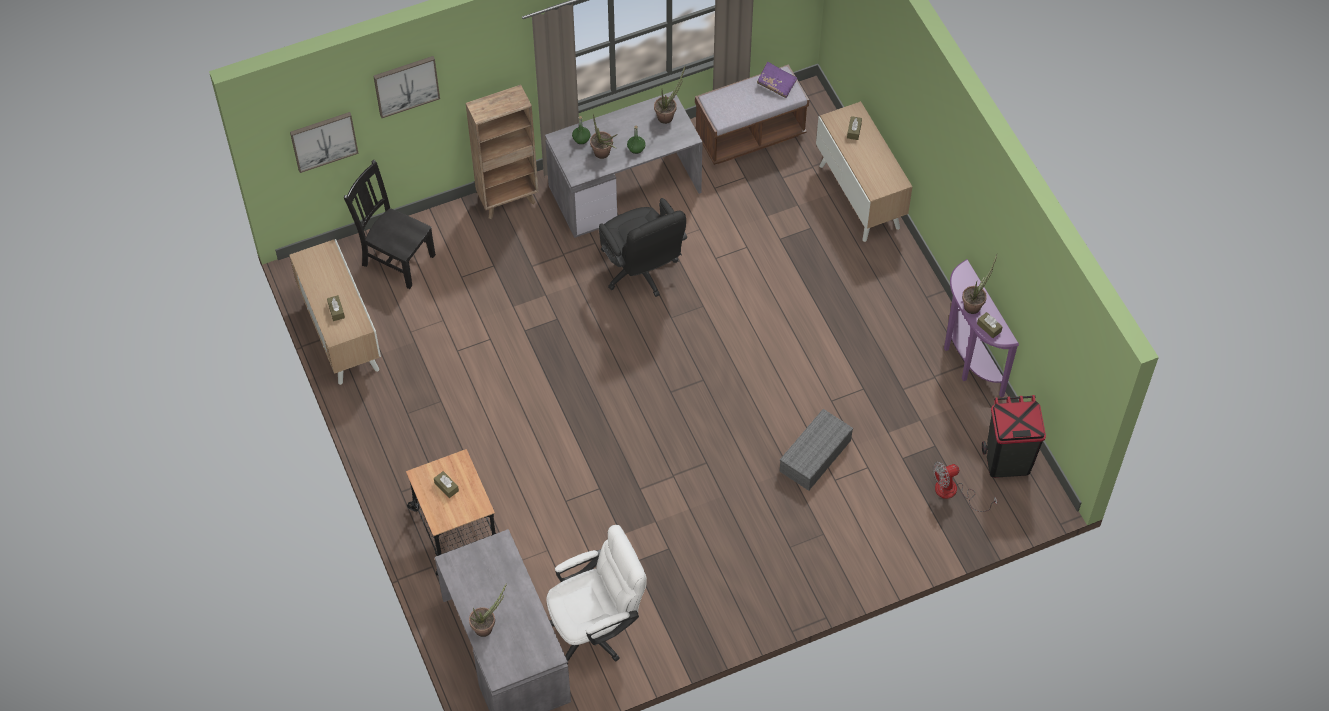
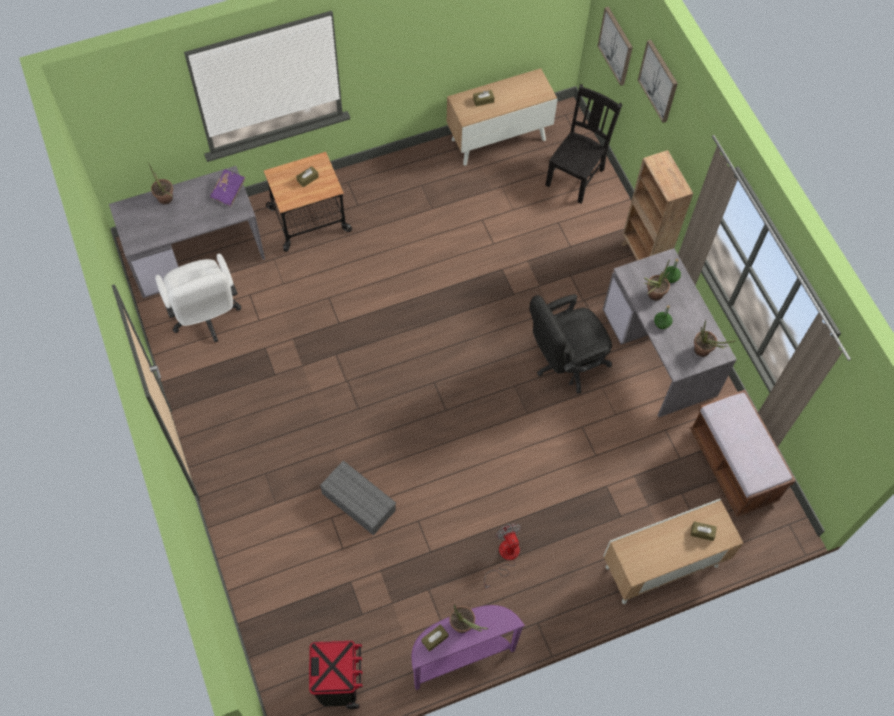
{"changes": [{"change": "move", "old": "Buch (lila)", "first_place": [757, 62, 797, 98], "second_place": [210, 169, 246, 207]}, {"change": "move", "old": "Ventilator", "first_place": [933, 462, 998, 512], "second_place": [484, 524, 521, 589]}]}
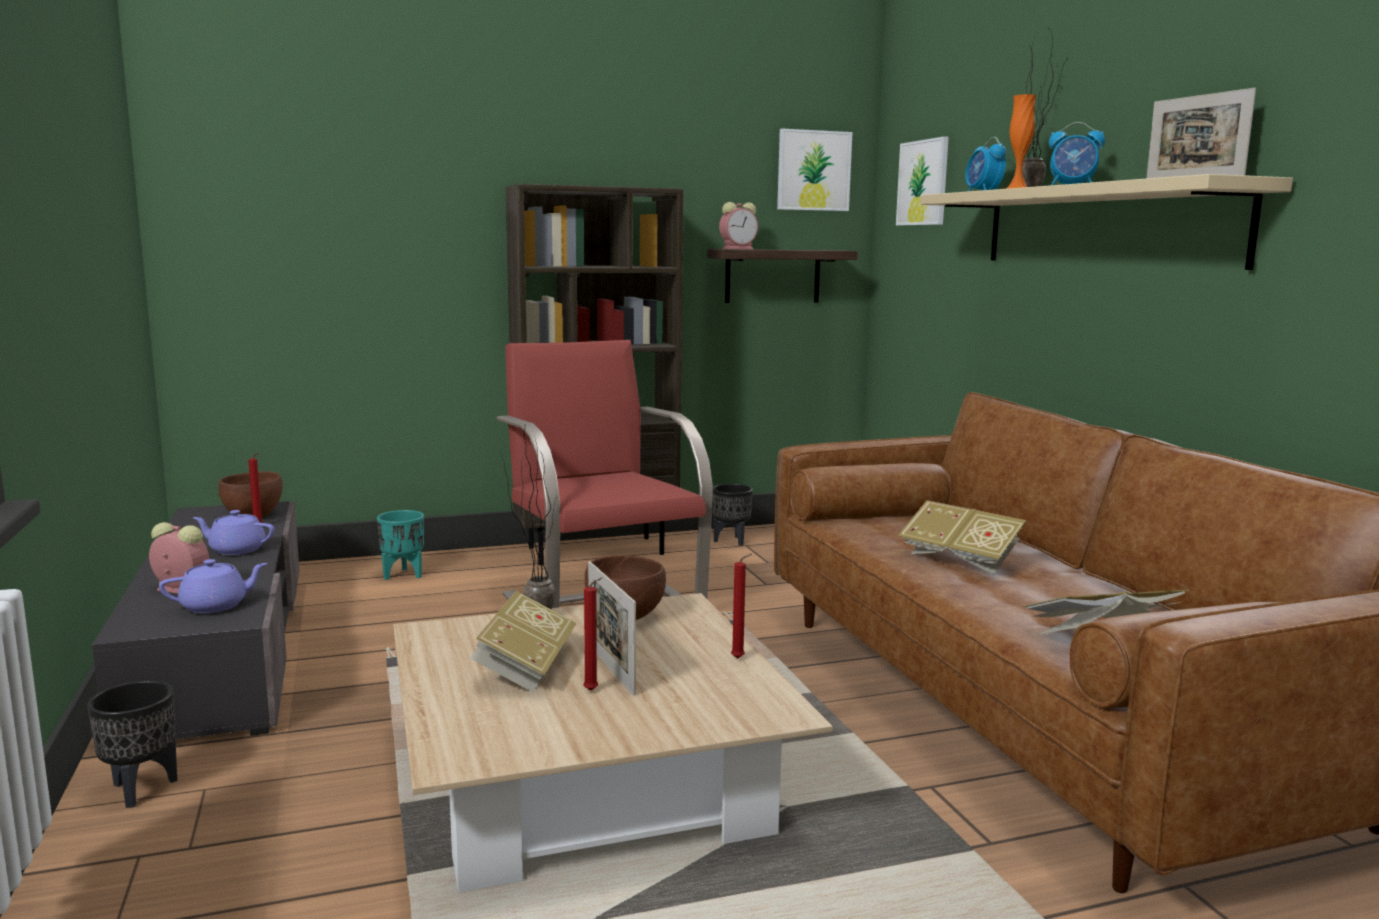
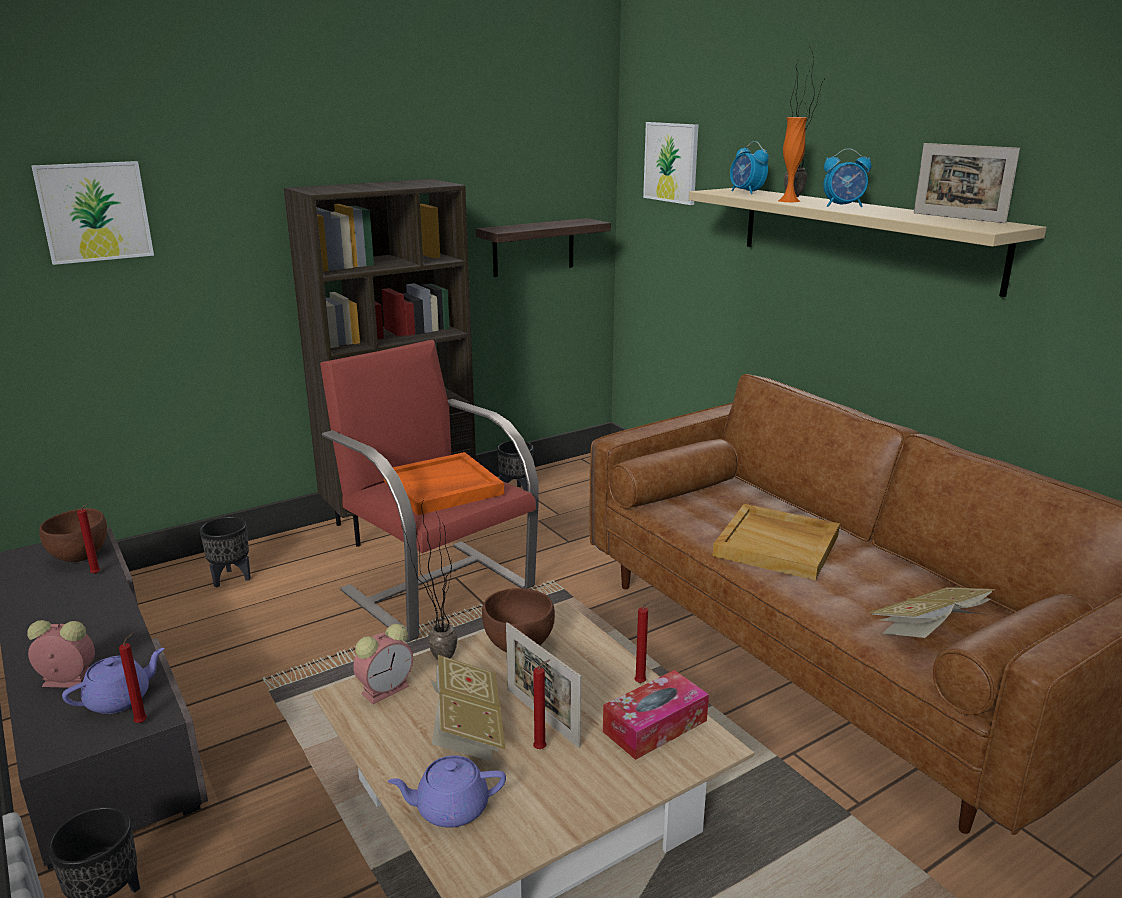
{"changes": [{"change": "move", "old": "Bild", "first_place": [777, 129, 852, 211], "second_place": [31, 161, 154, 265]}, {"change": "insert", "new": "Kerze (rot)", "second_place": [119, 632, 147, 723]}, {"change": "recolor", "old": "Pflanzkübel (türkis)", "new": "Pflanzkübel (schwarz)", "first_place": [377, 510, 424, 580], "second_place": [200, 517, 251, 587]}, {"change": "move", "old": "Wecker", "first_place": [719, 202, 758, 249], "second_place": [353, 624, 413, 704]}, {"change": "insert", "new": "Tablett (orange)", "second_place": [384, 452, 504, 515]}, {"change": "move", "old": "Teekanne (lila)", "first_place": [193, 510, 274, 555], "second_place": [388, 755, 506, 828]}, {"change": "insert", "new": "Taschentuchbox", "second_place": [603, 670, 709, 760]}, {"change": "replace", "old": "Buch", "new": "Tablett (beige)", "first_place": [898, 500, 1026, 574], "second_place": [713, 504, 840, 580]}]}
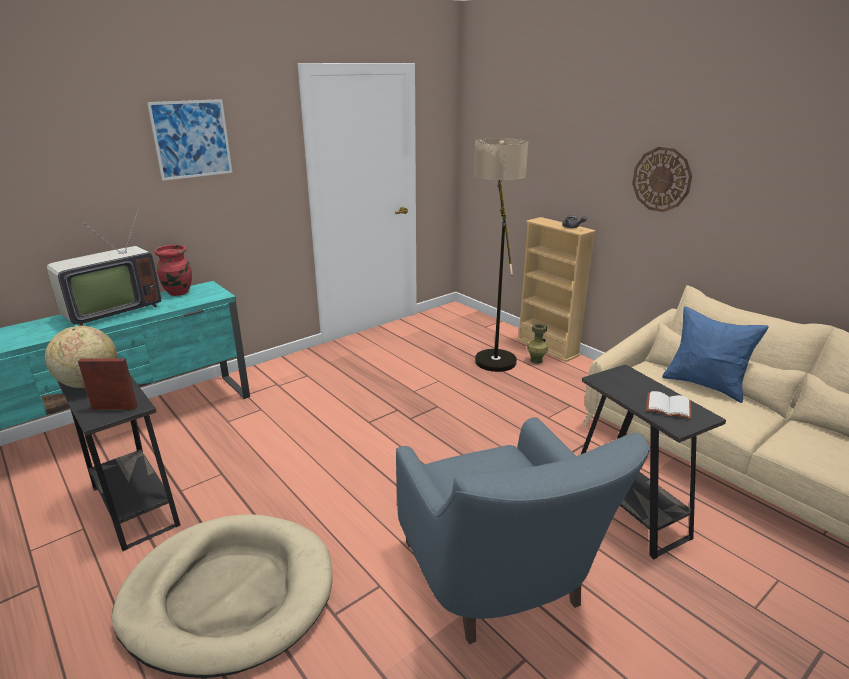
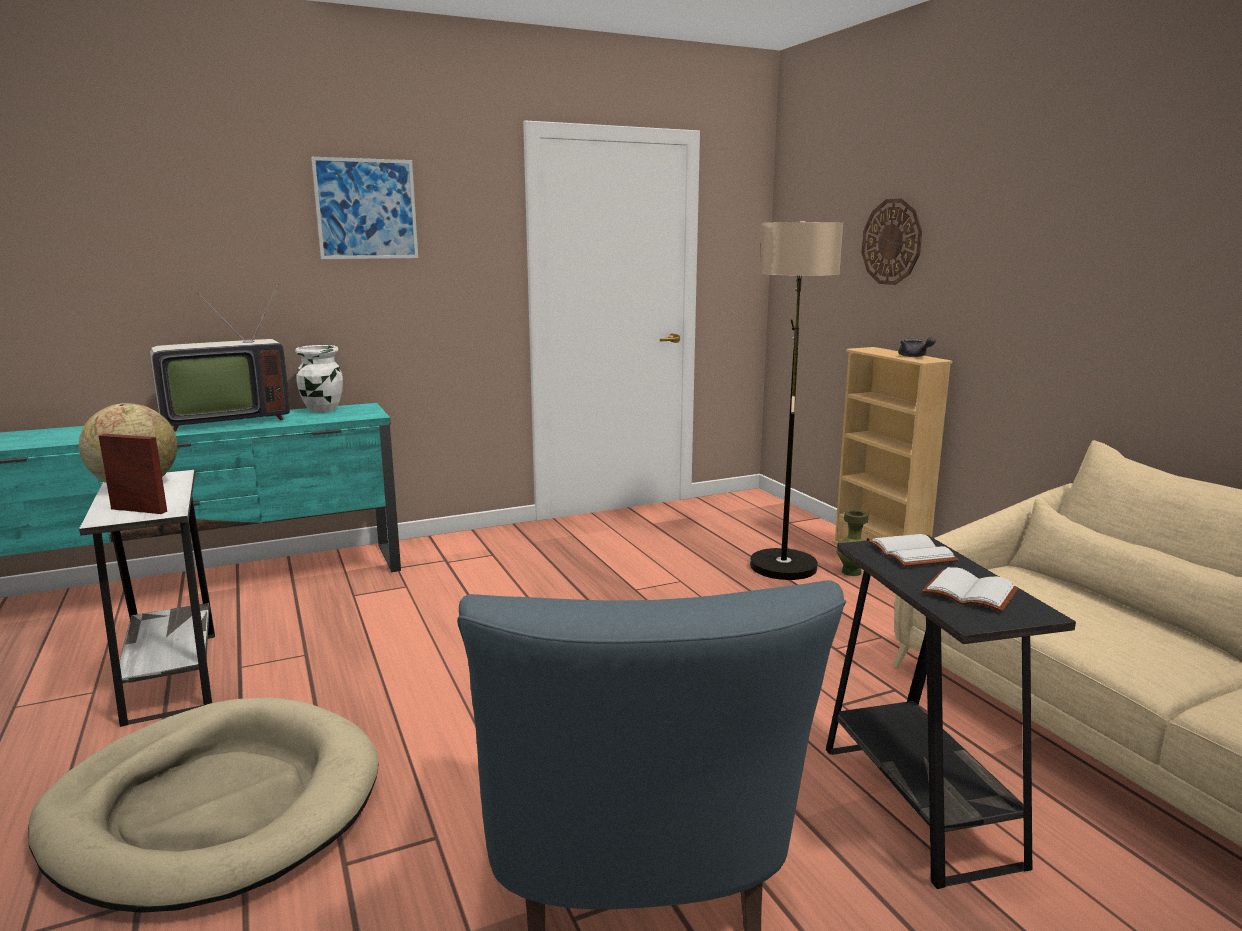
{"changes": [{"change": "recolor", "old": "Beistelltisch (schwarz)", "new": "Beistelltisch (weiß)", "first_place": [57, 375, 180, 551], "second_place": [79, 470, 215, 727]}, {"change": "recolor", "old": "Vase (rot)", "new": "Vase (weiß)", "first_place": [154, 245, 192, 296], "second_place": [295, 345, 343, 412]}, {"change": "move", "old": "Wanduhr", "first_place": [632, 147, 692, 212], "second_place": [862, 198, 922, 285]}, {"change": "insert", "new": "Buch (weiß)", "second_place": [868, 534, 958, 567]}, {"change": "delete", "old": "Kissen (blau)", "first_place": [662, 307, 769, 403]}]}
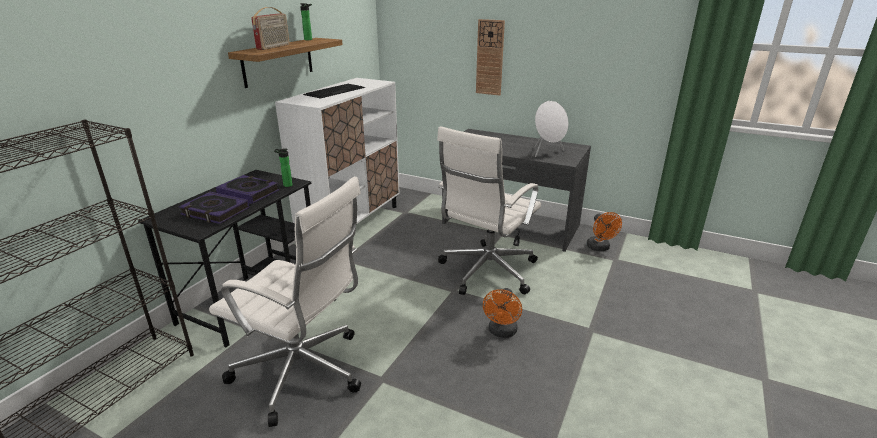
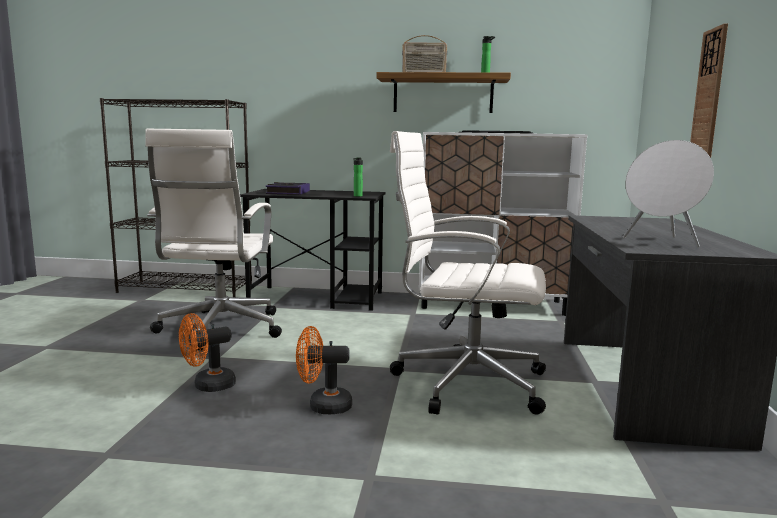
{"changes": [{"change": "move", "old": "Ventilator (orange)", "first_place": [586, 212, 622, 251], "second_place": [179, 313, 236, 392]}, {"change": "delete", "old": "Buch", "first_place": [215, 175, 279, 204]}]}
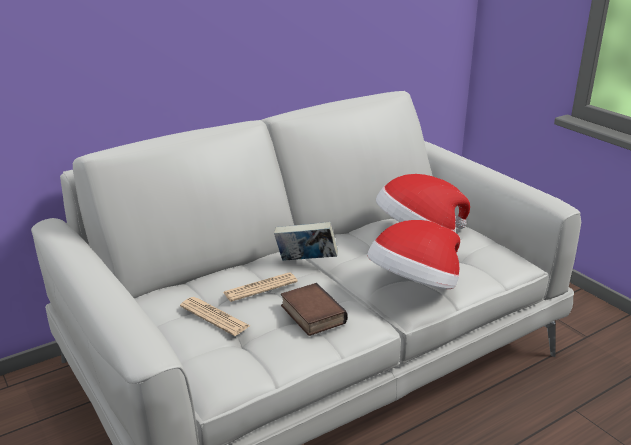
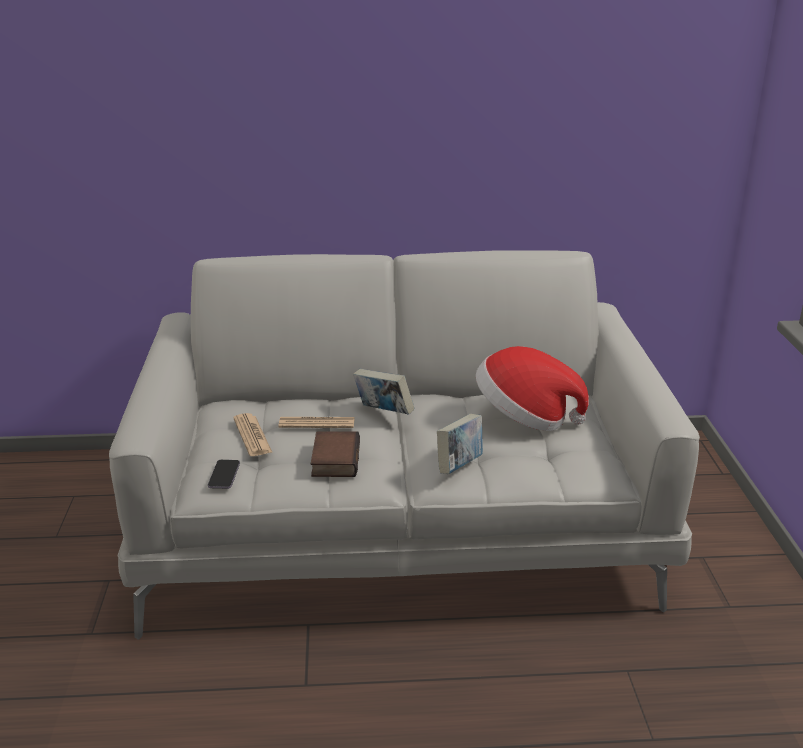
{"changes": [{"change": "insert", "new": "Handy", "second_place": [208, 460, 240, 489]}, {"change": "replace", "old": "Hut", "new": "Buch", "first_place": [367, 220, 460, 289], "second_place": [437, 414, 483, 474]}]}
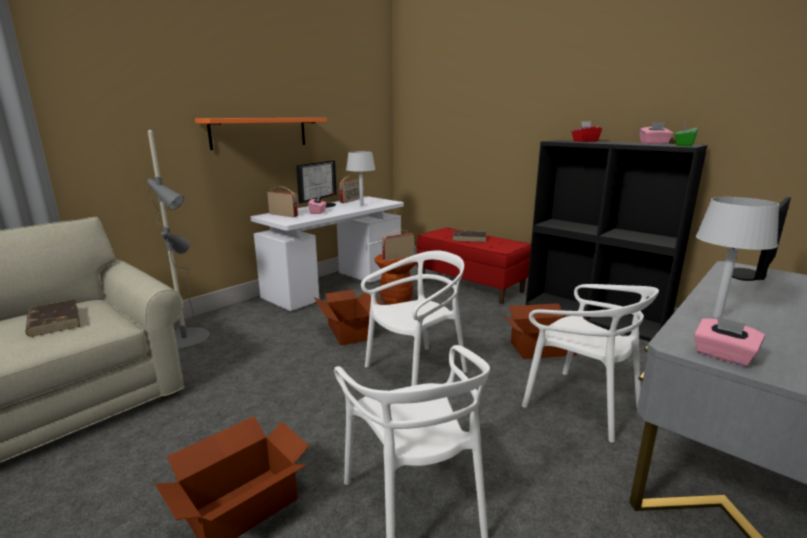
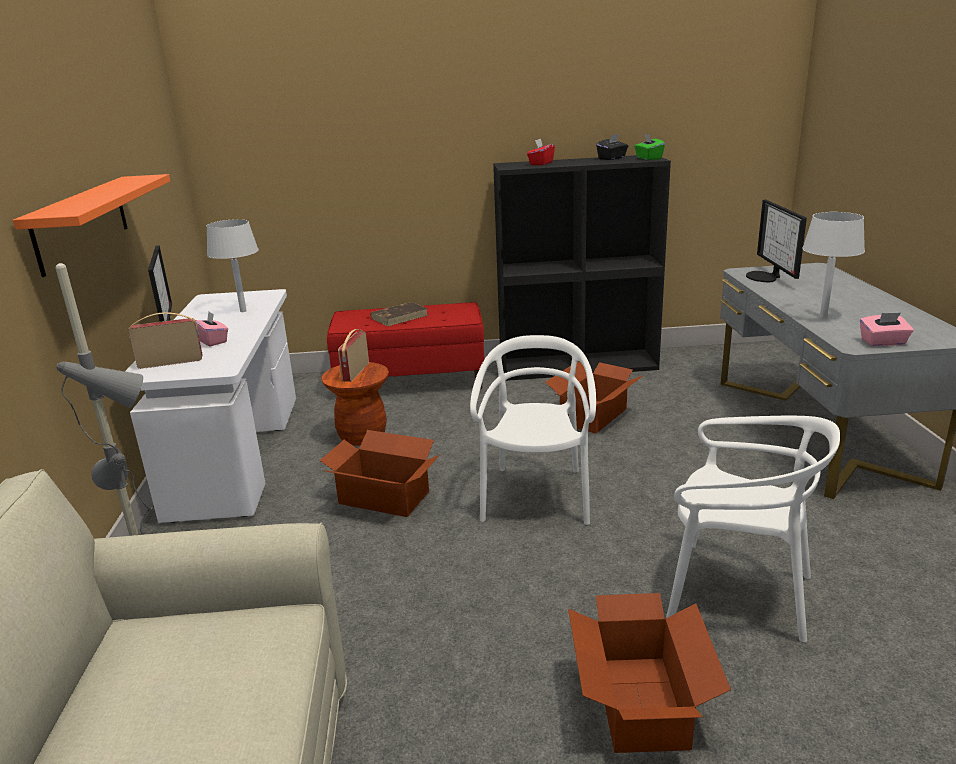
{"changes": [{"change": "recolor", "old": "Taschentuchbox (rosa)", "new": "Taschentuchbox (schwarz)", "first_place": [639, 122, 673, 144], "second_place": [596, 134, 628, 160]}, {"change": "delete", "old": "Buch (braun)", "first_place": [26, 299, 80, 337]}, {"change": "delete", "old": "Radio", "first_place": [339, 176, 360, 203]}, {"change": "delete", "old": "Stuhl (weiß)", "first_place": [522, 284, 659, 443]}]}
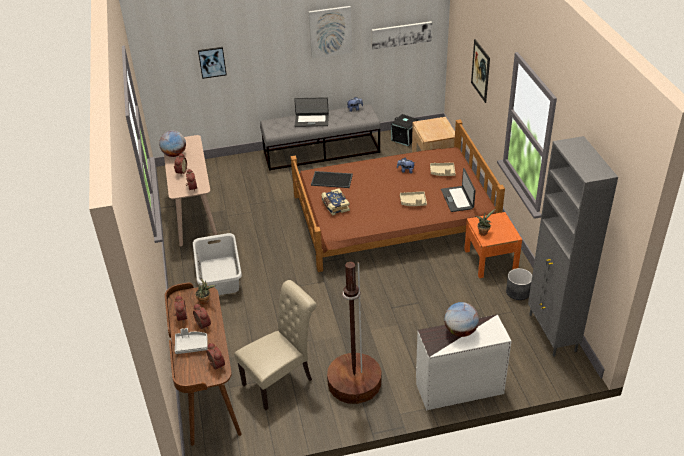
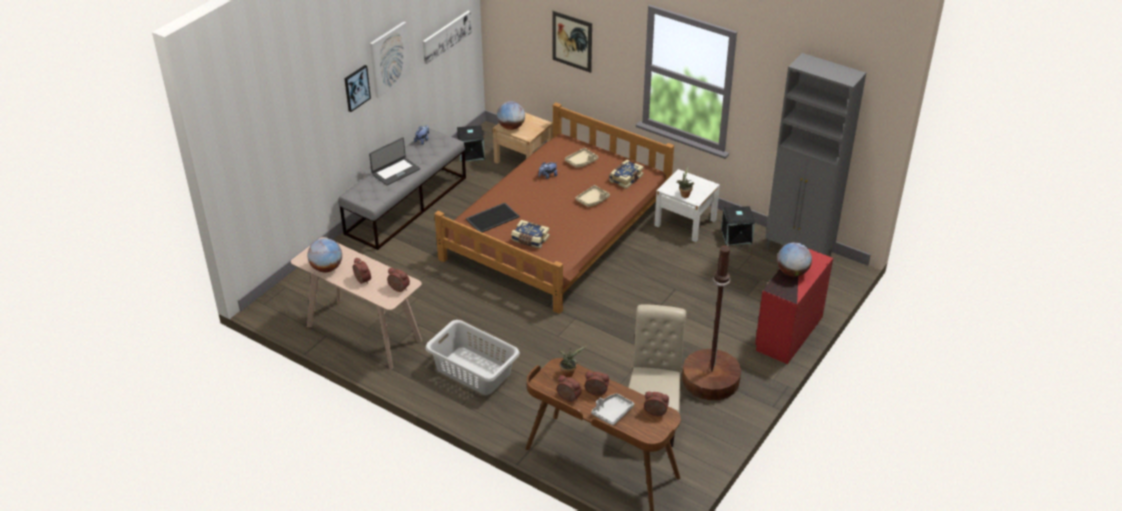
{"changes": [{"change": "move", "old": "Bild", "first_place": [198, 47, 227, 79], "second_place": [344, 65, 371, 112]}, {"change": "insert", "new": "Globus", "second_place": [497, 101, 525, 130]}, {"change": "replace", "old": "Laptop", "new": "Buch", "first_place": [441, 168, 476, 212], "second_place": [609, 160, 644, 189]}, {"change": "recolor", "old": "Nachttisch (orange)", "new": "Nachttisch (weiß)", "first_place": [464, 212, 522, 278], "second_place": [654, 169, 720, 242]}, {"change": "replace", "old": "Pflanzkübel (grau)", "new": "Aufbewahrungsbox (schwarz)", "first_place": [506, 268, 532, 300], "second_place": [721, 205, 755, 245]}, {"change": "recolor", "old": "Kommode (weiß)", "new": "Kommode (rot)", "first_place": [416, 314, 512, 410], "second_place": [755, 249, 833, 364]}]}
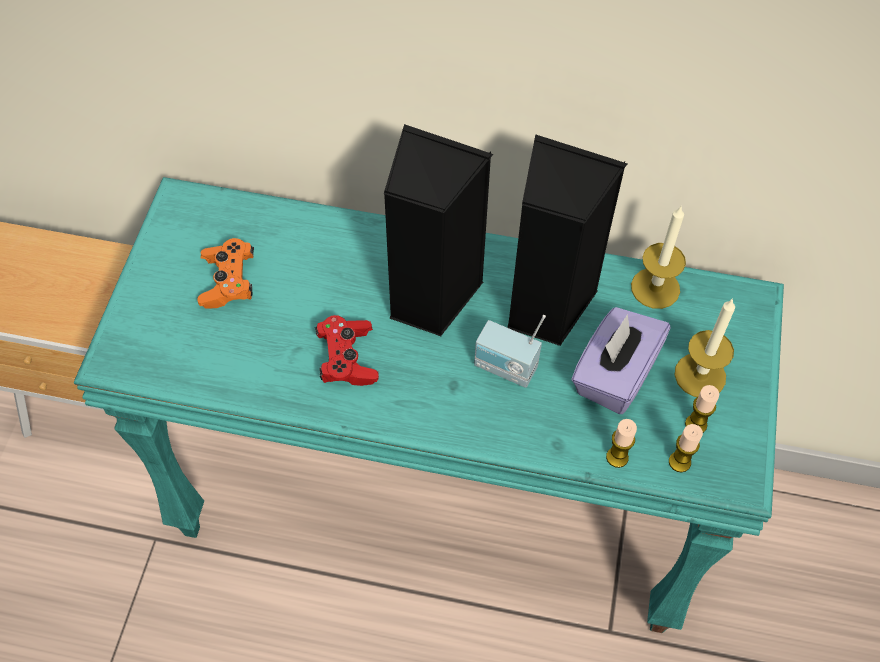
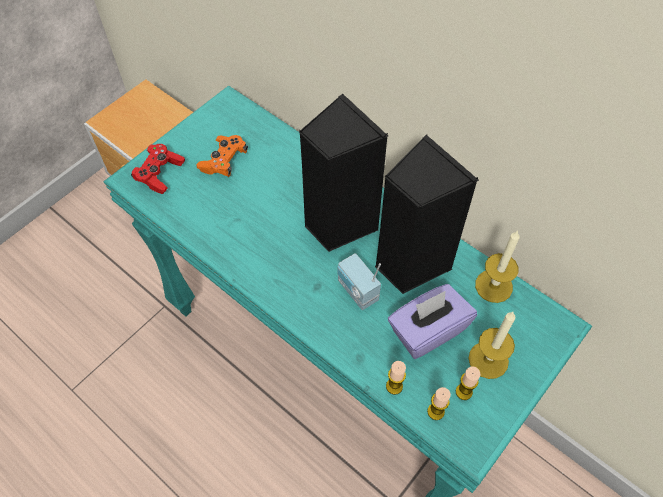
{"changes": [{"change": "move", "old": "Gamepad (rot)", "first_place": [315, 315, 379, 386], "second_place": [131, 144, 185, 194]}]}
